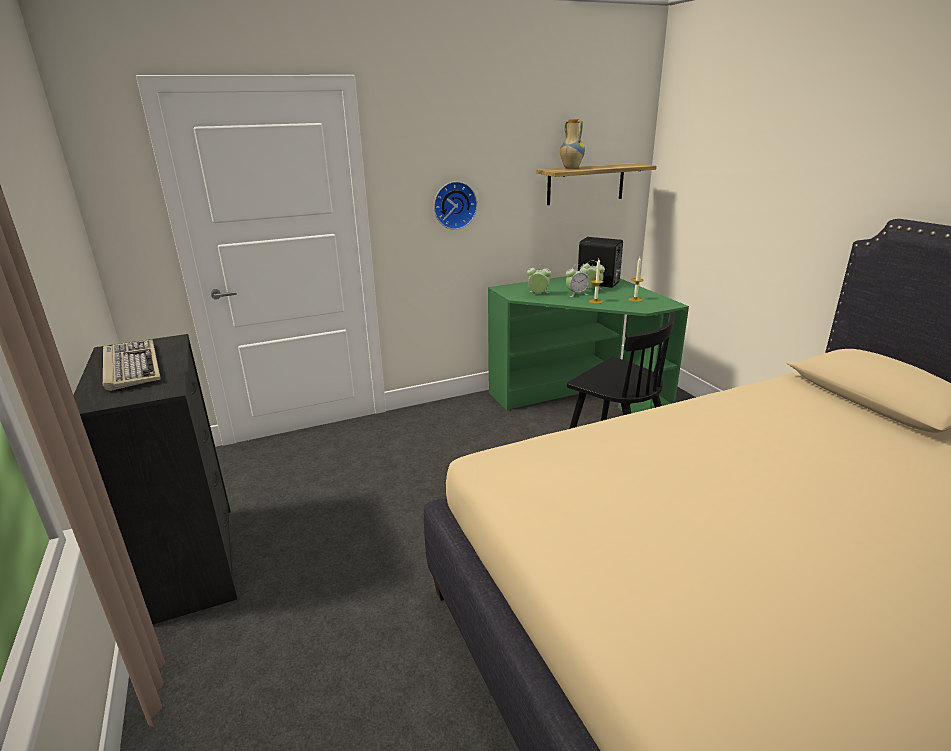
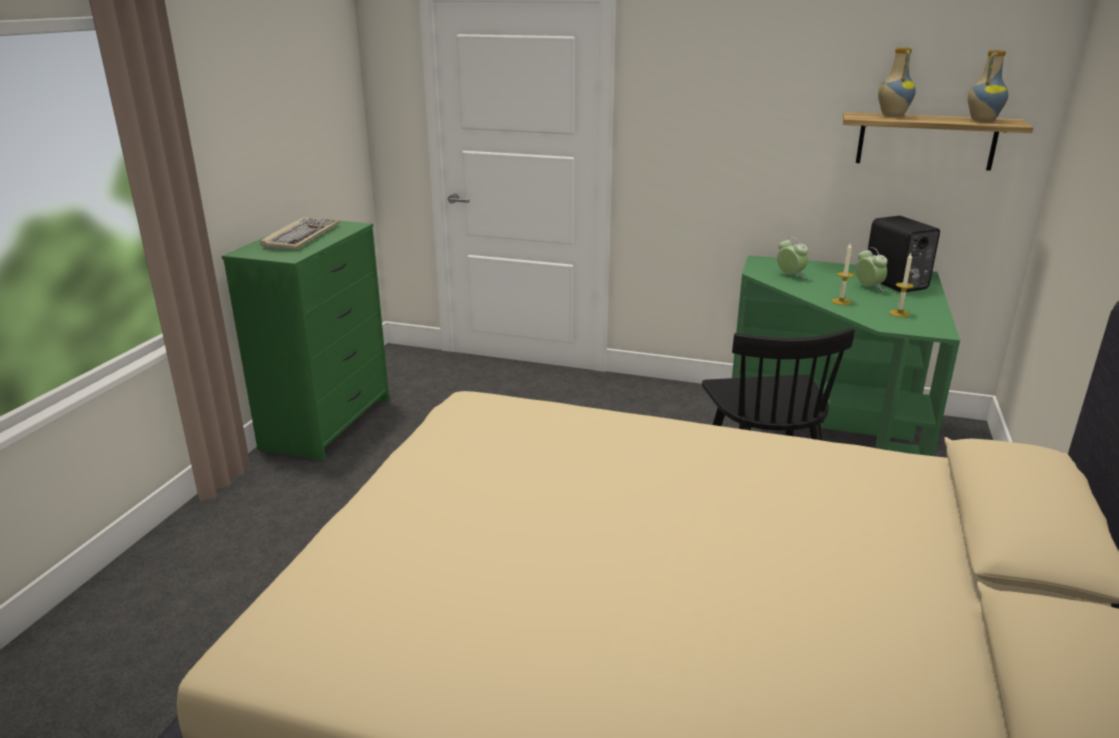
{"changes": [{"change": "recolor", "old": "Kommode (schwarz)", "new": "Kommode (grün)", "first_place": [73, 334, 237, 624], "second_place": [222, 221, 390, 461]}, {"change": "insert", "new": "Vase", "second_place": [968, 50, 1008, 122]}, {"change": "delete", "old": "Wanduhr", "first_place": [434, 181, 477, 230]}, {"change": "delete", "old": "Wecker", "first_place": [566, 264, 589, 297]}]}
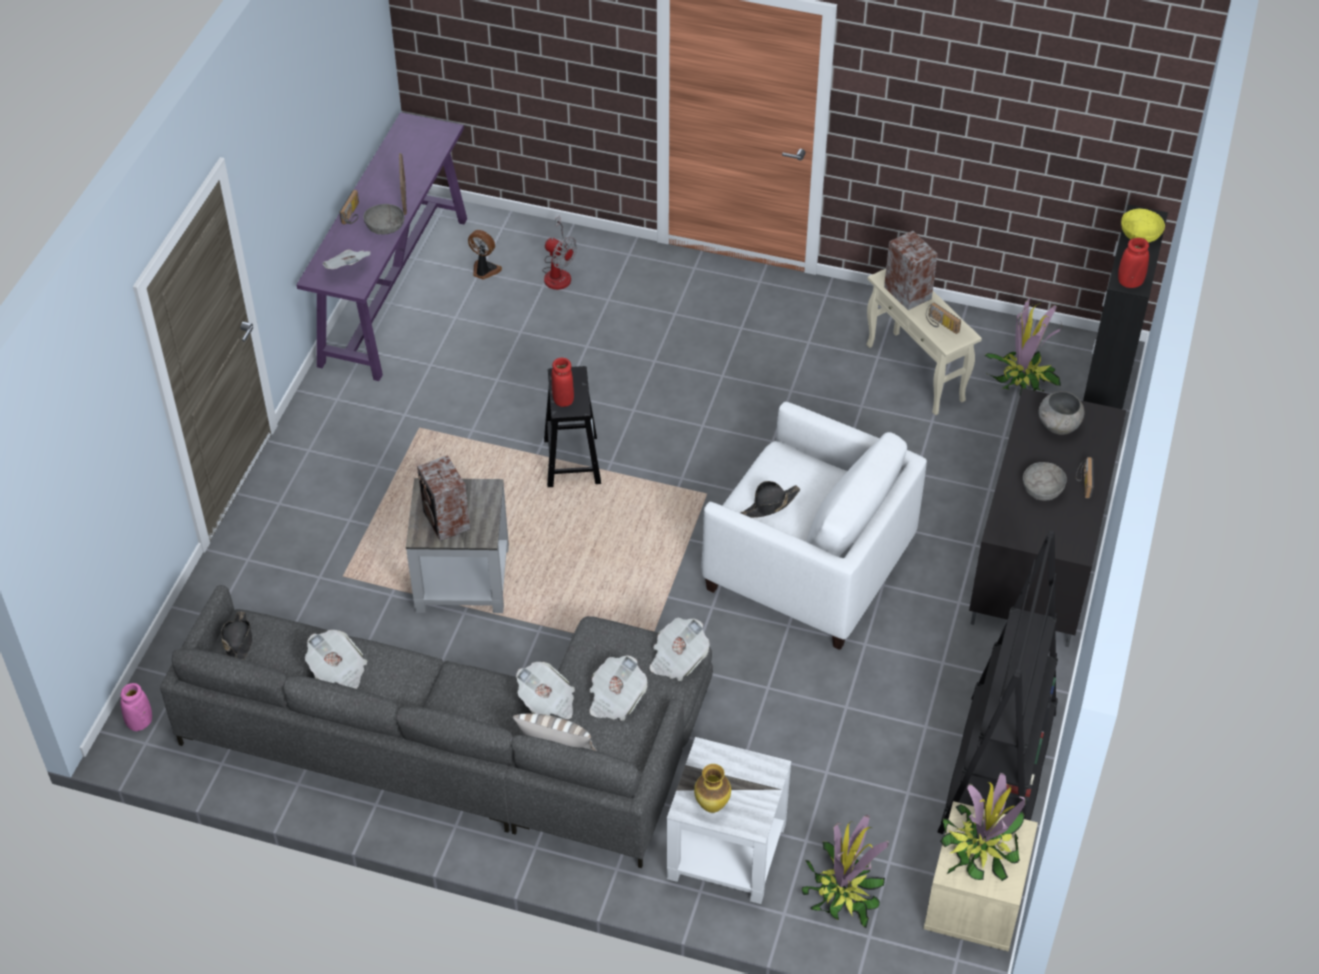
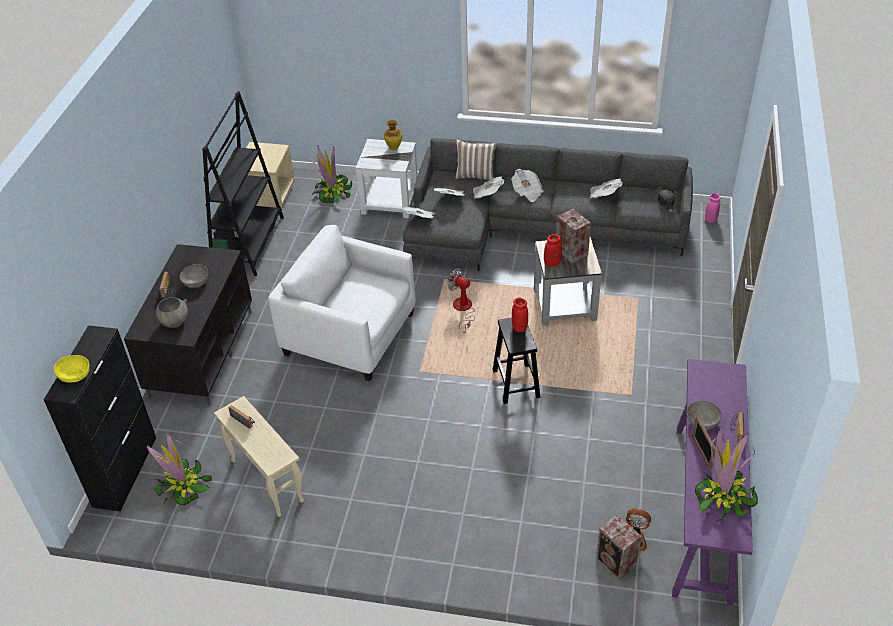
{"changes": [{"change": "move", "old": "Ventilator", "first_place": [542, 215, 577, 290], "second_place": [447, 268, 475, 333]}, {"change": "move", "old": "Zeitung", "first_place": [323, 249, 371, 269], "second_place": [511, 169, 544, 202]}, {"change": "move", "old": "Vase (rot)", "first_place": [1118, 238, 1149, 288], "second_place": [544, 234, 562, 267]}, {"change": "move", "old": "Lautsprecher", "first_place": [884, 231, 938, 310], "second_place": [596, 515, 642, 579]}, {"change": "move", "old": "Topfpflanze", "first_place": [940, 773, 1025, 881], "second_place": [695, 428, 758, 521]}, {"change": "delete", "old": "Hut (schwarz)", "first_place": [740, 481, 800, 518]}]}
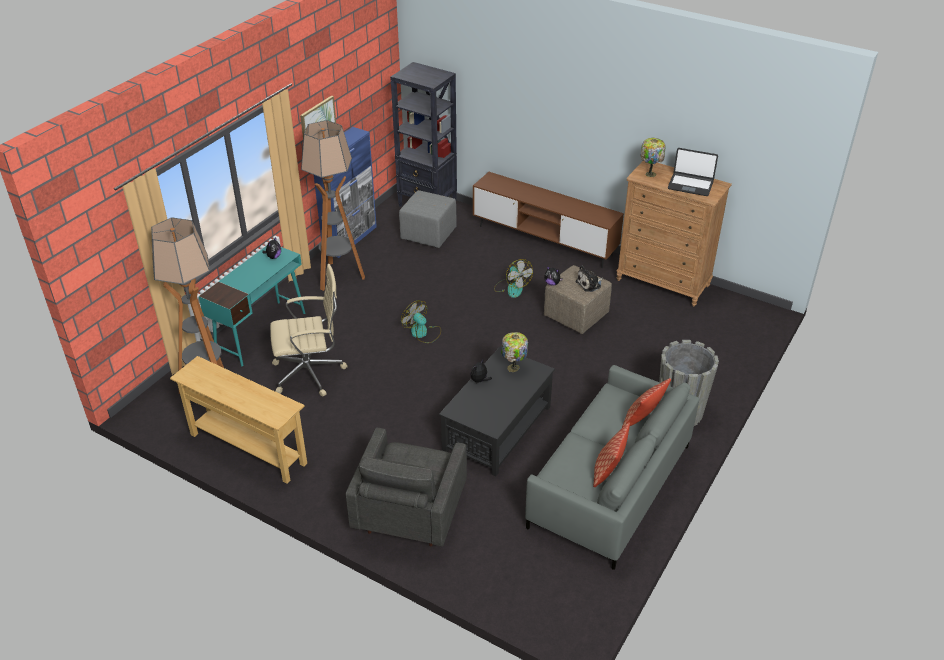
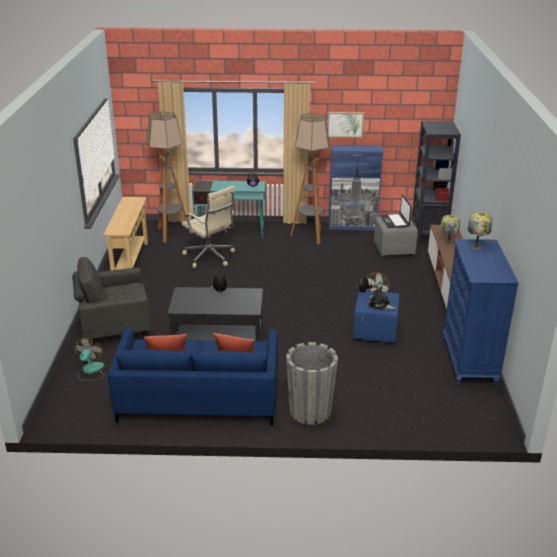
{"changes": [{"change": "move", "old": "Ventilator", "first_place": [401, 300, 441, 343], "second_place": [74, 338, 105, 381]}, {"change": "recolor", "old": "Sofa (grau)", "new": "Sofa (blau)", "first_place": [525, 365, 699, 570], "second_place": [108, 327, 278, 426]}, {"change": "recolor", "old": "Polsterhocker (beige)", "new": "Polsterhocker (blau)", "first_place": [544, 265, 612, 334], "second_place": [353, 291, 400, 343]}, {"change": "move", "old": "Laptop", "first_place": [668, 148, 718, 196], "second_place": [380, 195, 412, 228]}, {"change": "move", "old": "Tischlampe", "first_place": [501, 332, 528, 372], "second_place": [440, 215, 460, 245]}, {"change": "recolor", "old": "Kommode (braun)", "new": "Kommode (blau)", "first_place": [617, 161, 732, 306], "second_place": [443, 239, 519, 386]}]}
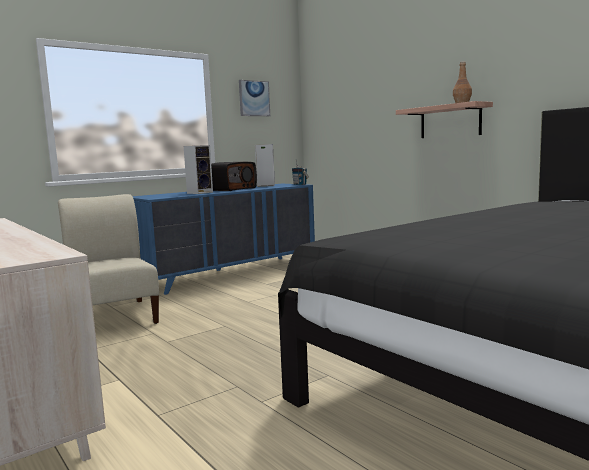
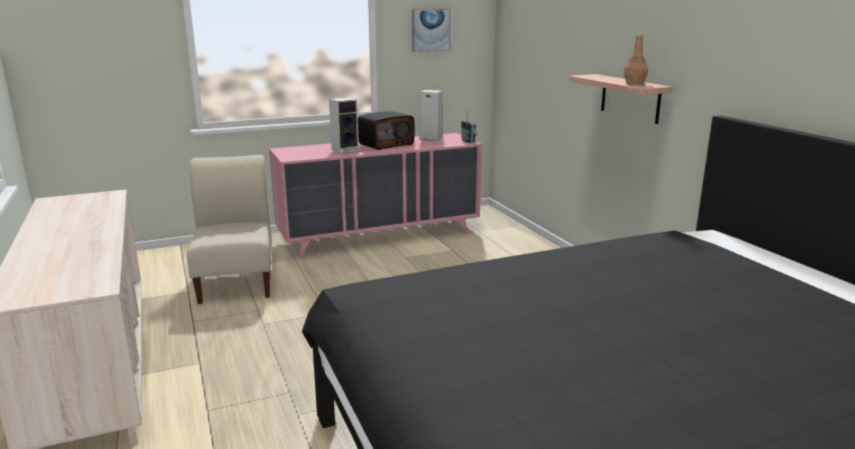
{"changes": [{"change": "recolor", "old": "Kommode (blau)", "new": "Kommode (rosa)", "first_place": [133, 184, 315, 295], "second_place": [269, 133, 482, 257]}]}
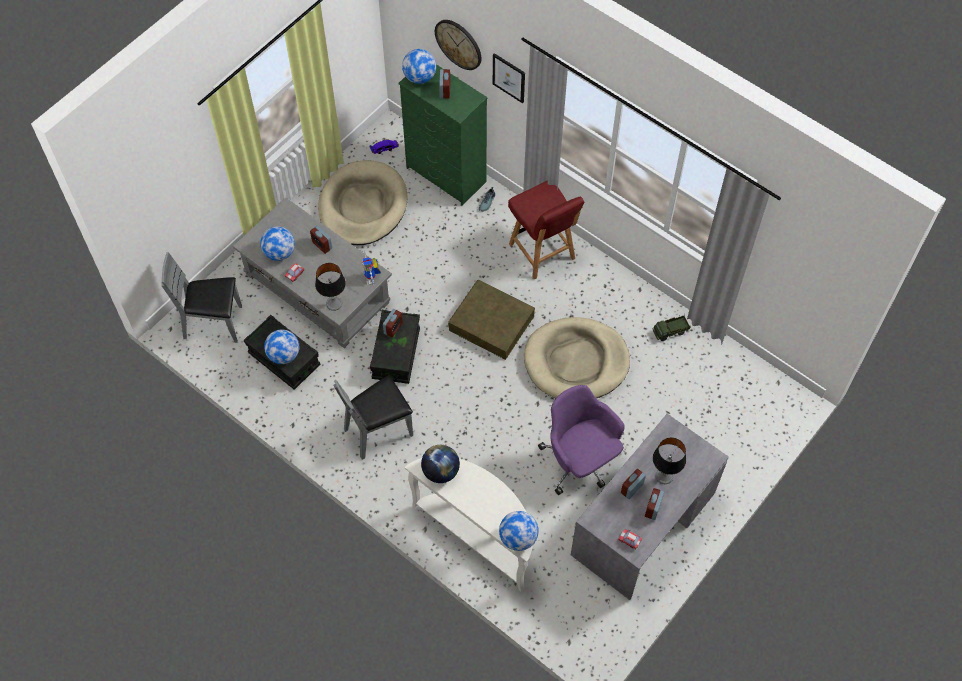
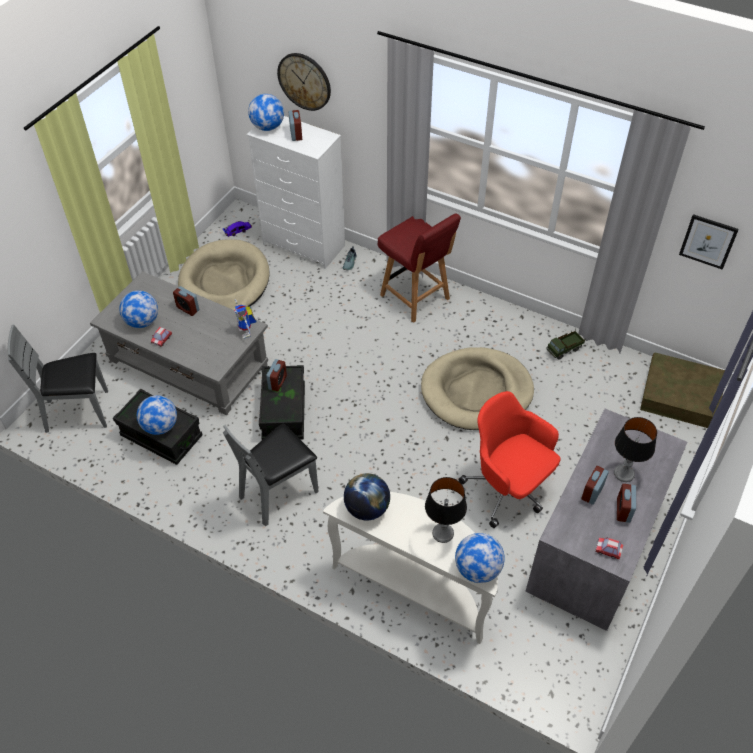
{"changes": [{"change": "recolor", "old": "Kommode (grün)", "new": "Kommode (weiß)", "first_place": [398, 64, 487, 206], "second_place": [247, 116, 345, 269]}, {"change": "move", "old": "Tischlampe", "first_place": [315, 263, 346, 311], "second_place": [425, 477, 467, 543]}, {"change": "recolor", "old": "Bürostuhl (lila)", "new": "Bürostuhl (rot)", "first_place": [538, 385, 625, 495], "second_place": [458, 391, 561, 528]}, {"change": "move", "old": "Aufbewahrungsbox (braun)", "first_place": [448, 280, 535, 360], "second_place": [640, 353, 725, 428]}, {"change": "move", "old": "Bild", "first_place": [493, 53, 525, 103], "second_place": [679, 214, 739, 270]}]}
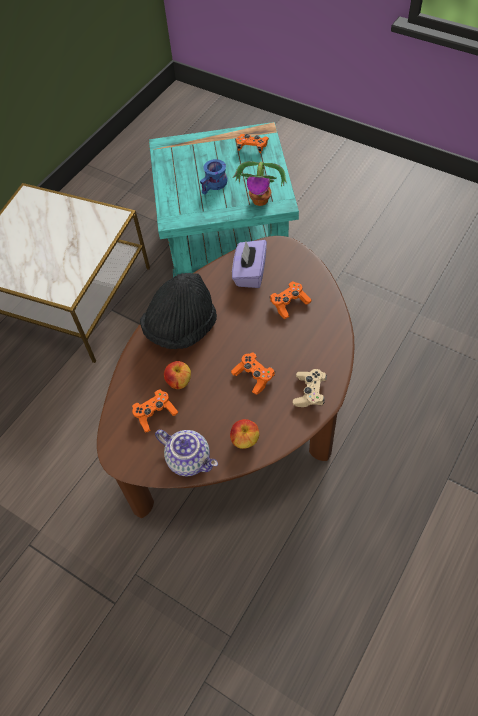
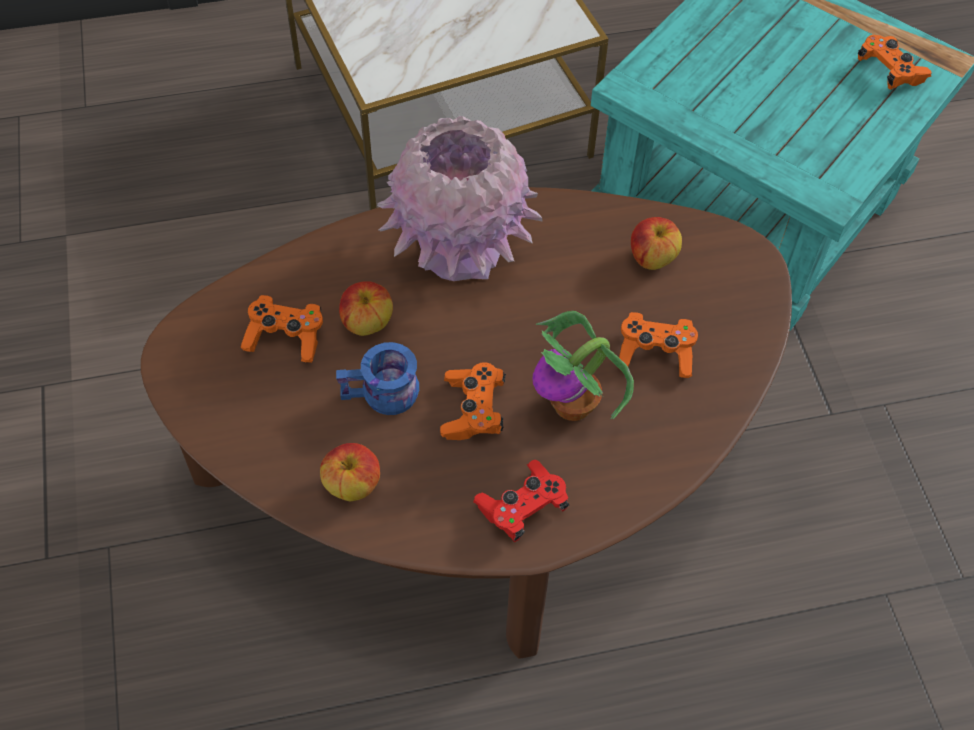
{"changes": [{"change": "move", "old": "Henkelbecher (blau)", "first_place": [200, 159, 228, 195], "second_place": [336, 342, 419, 415]}, {"change": "replace", "old": "Hut (schwarz)", "new": "Vase (rosa)", "first_place": [140, 273, 217, 349], "second_place": [377, 116, 543, 281]}, {"change": "recolor", "old": "Gamepad (beige)", "new": "Gamepad (rot)", "first_place": [293, 369, 327, 407], "second_place": [473, 460, 569, 542]}, {"change": "move", "old": "Topfpflanze", "first_place": [233, 161, 286, 206], "second_place": [533, 311, 634, 421]}, {"change": "replace", "old": "Taschentuchbox (lila)", "new": "Apfel", "first_place": [232, 240, 267, 288], "second_place": [631, 217, 682, 270]}, {"change": "delete", "old": "Teekanne", "first_place": [155, 430, 218, 476]}]}
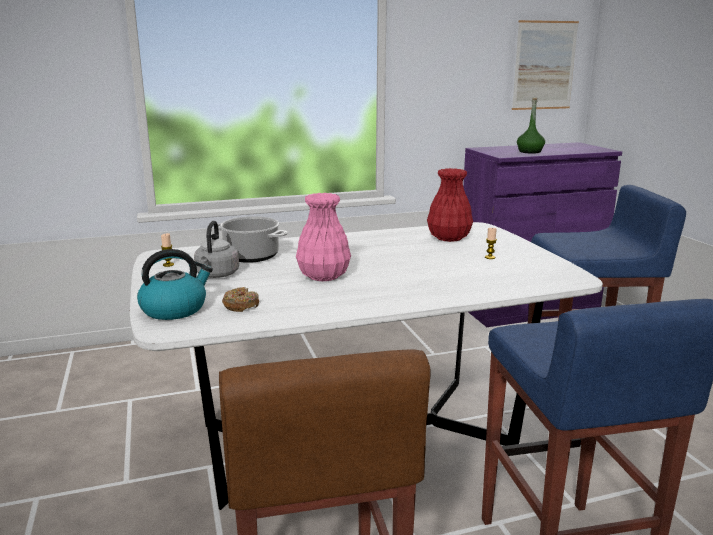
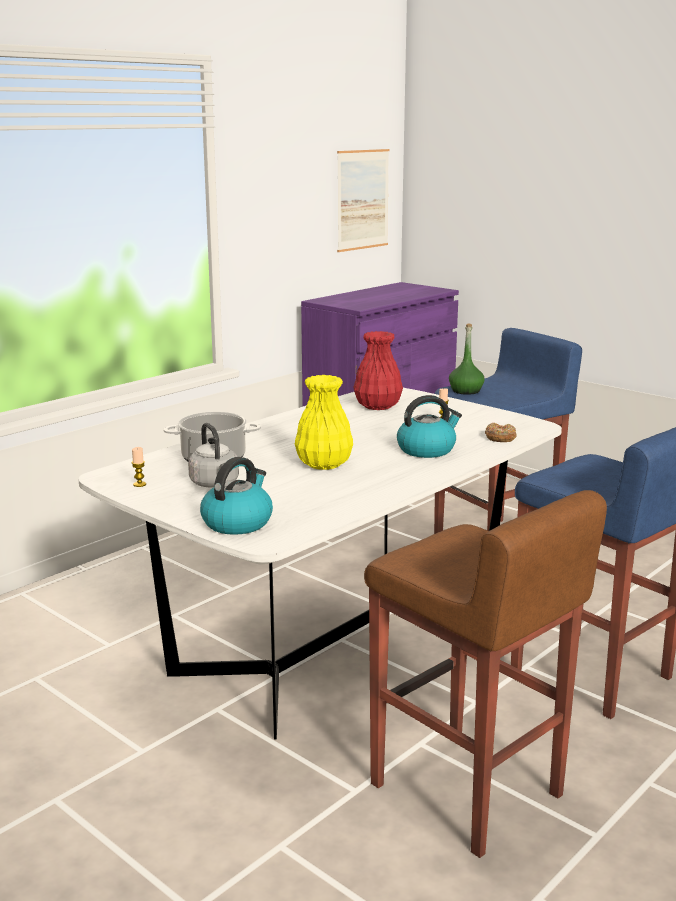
{"changes": [{"change": "recolor", "old": "Vase (rosa)", "new": "Vase (gelb)", "first_place": [296, 193, 351, 281], "second_place": [295, 375, 353, 470]}, {"change": "insert", "new": "Wasserkessel", "second_place": [397, 395, 462, 458]}, {"change": "move", "old": "Flasche (grün)", "first_place": [517, 98, 545, 154], "second_place": [449, 324, 485, 395]}, {"change": "move", "old": "Donut", "first_place": [222, 287, 259, 312], "second_place": [485, 423, 517, 442]}]}
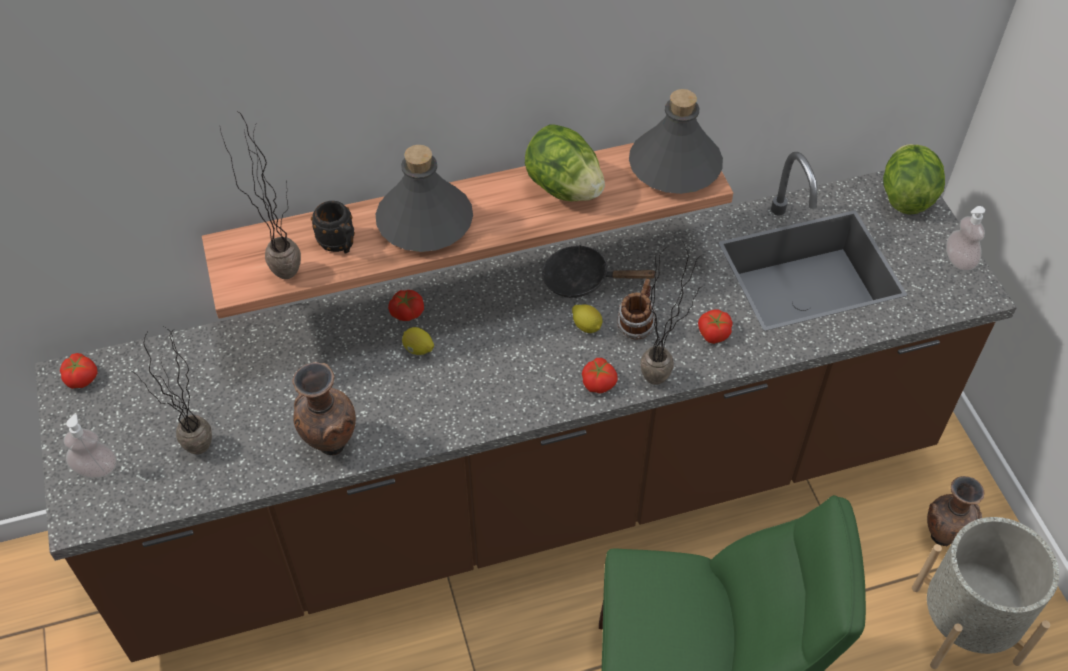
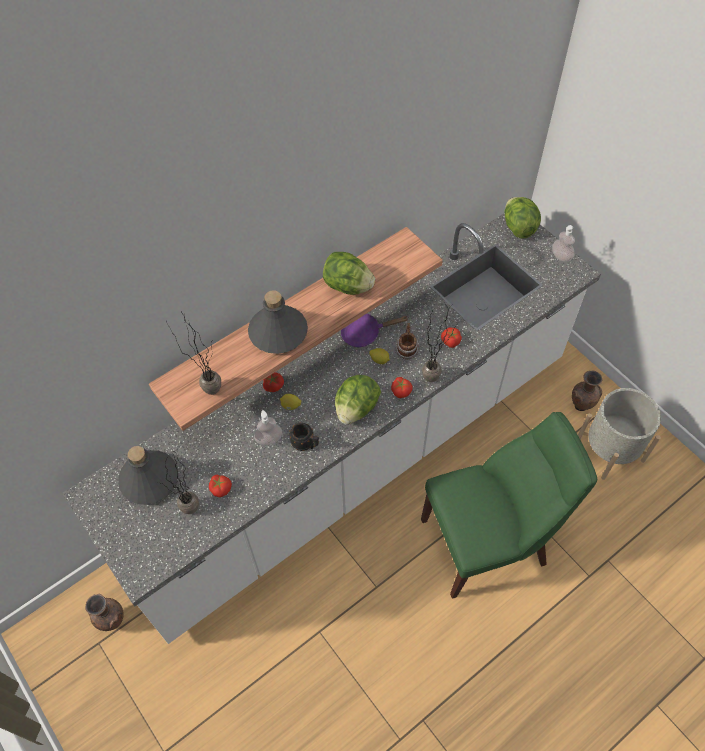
{"changes": [{"change": "recolor", "old": "Küchenzeile (braun)", "new": "Küchenzeile (weiß)", "first_place": [35, 152, 1017, 662], "second_place": [62, 213, 601, 644]}, {"change": "move", "old": "Vase (braun)", "first_place": [292, 362, 356, 455], "second_place": [85, 594, 123, 631]}, {"change": "move", "old": "Flasche (grau)", "first_place": [629, 89, 723, 194], "second_place": [118, 446, 179, 505]}, {"change": "move", "old": "Tomate", "first_place": [60, 353, 98, 389], "second_place": [209, 475, 232, 498]}, {"change": "move", "old": "Seifenspender", "first_place": [64, 414, 117, 478], "second_place": [254, 410, 282, 445]}, {"change": "move", "old": "Henkelbecher (schwarz)", "first_place": [311, 201, 355, 254], "second_place": [289, 423, 319, 451]}, {"change": "insert", "new": "Salatkopf", "second_place": [335, 375, 381, 425]}, {"change": "recolor", "old": "Pfanne (schwarz)", "new": "Pfanne (lila)", "first_place": [542, 245, 656, 298], "second_place": [340, 314, 409, 347]}]}
